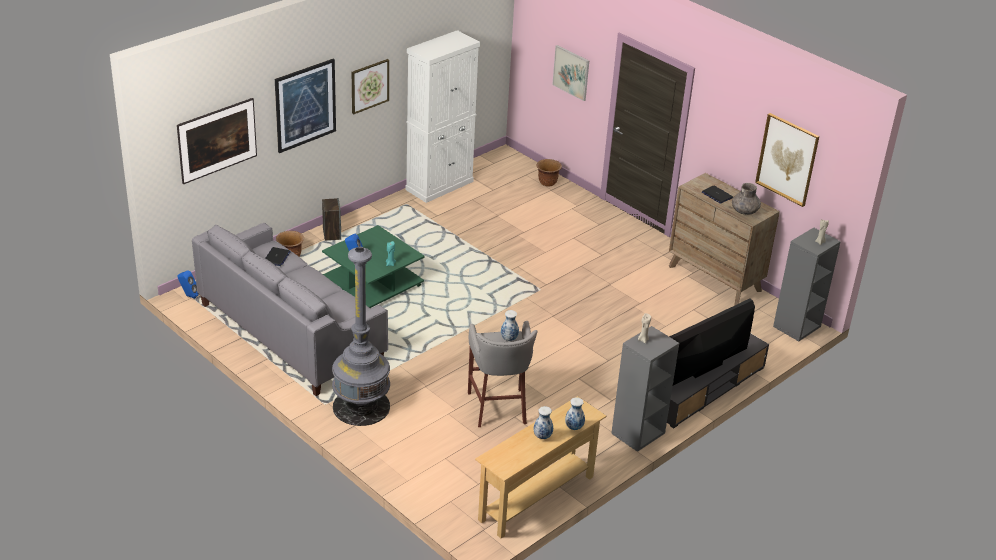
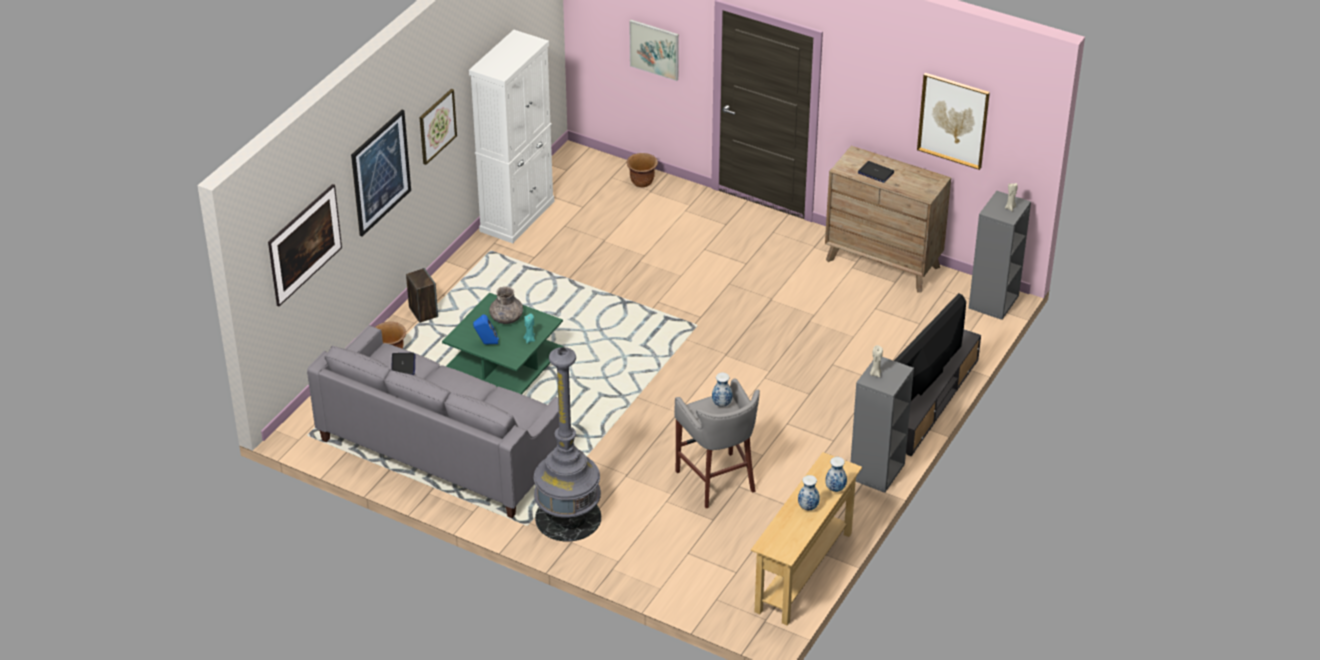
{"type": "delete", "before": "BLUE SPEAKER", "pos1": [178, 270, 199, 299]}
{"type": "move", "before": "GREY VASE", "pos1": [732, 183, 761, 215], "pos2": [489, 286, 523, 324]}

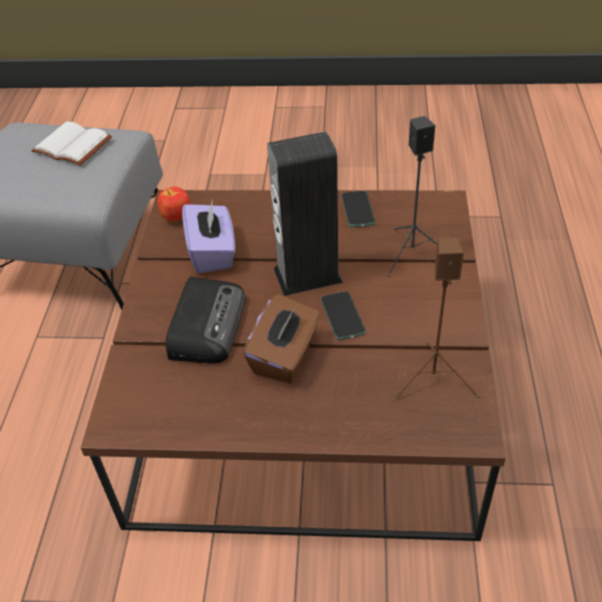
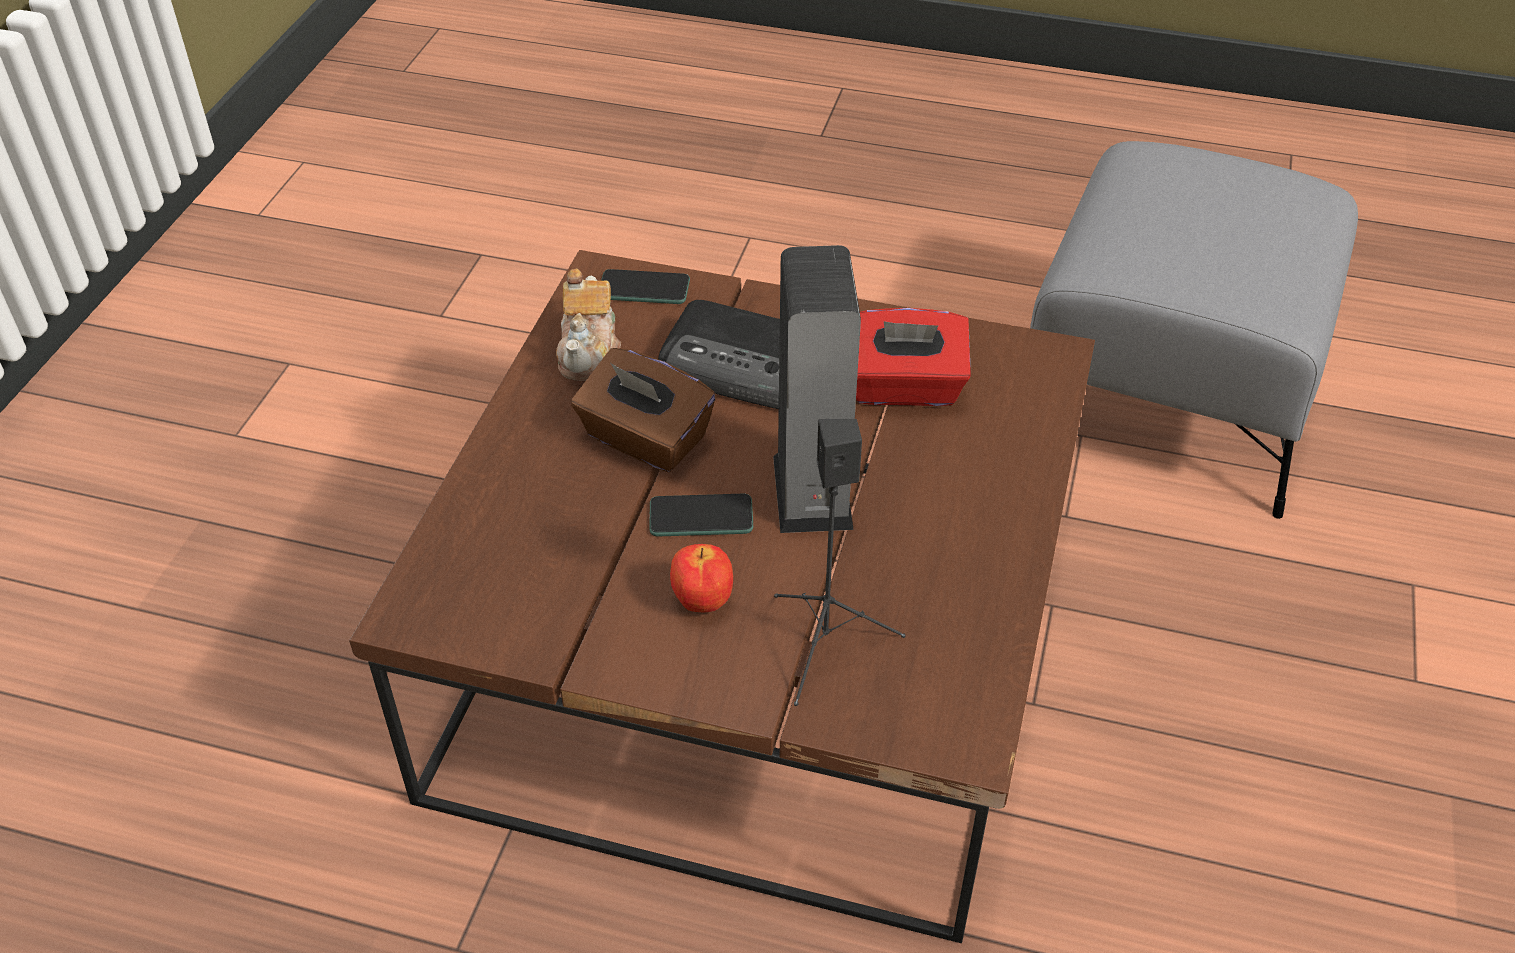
{"type": "delete", "before": "WHITE BOOK", "pos1": [31, 122, 112, 165]}
{"type": "move", "before": "APPLE", "pos1": [157, 186, 190, 222], "pos2": [670, 544, 733, 612]}
{"type": "recolor", "before": "PURPLE TISSUE BOX", "after": "RED TISSUE BOX", "pos1": [182, 199, 235, 273], "pos2": [856, 308, 971, 406]}
{"type": "move", "before": "PHONE", "pos1": [341, 191, 375, 227], "pos2": [601, 269, 690, 304]}
{"type": "delete", "before": "BROWN SPEAKER", "pos1": [393, 238, 480, 401]}
{"type": "insert", "after": "TEAPOT", "pos2": [556, 269, 621, 381]}

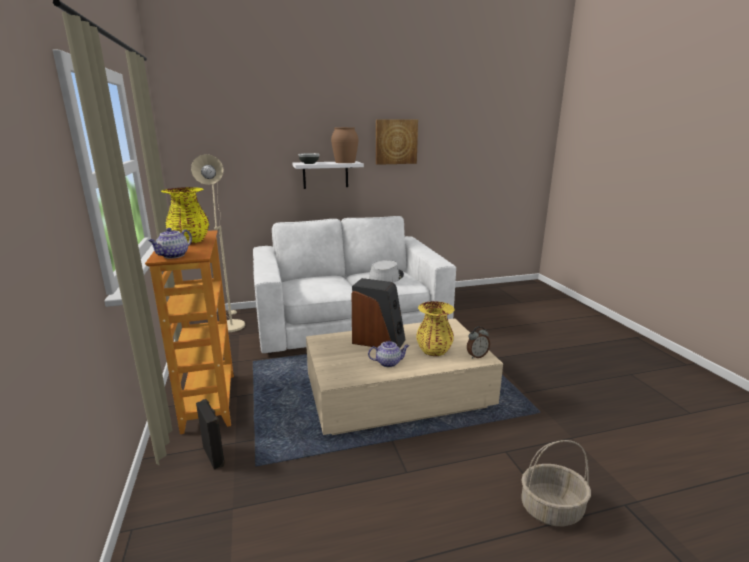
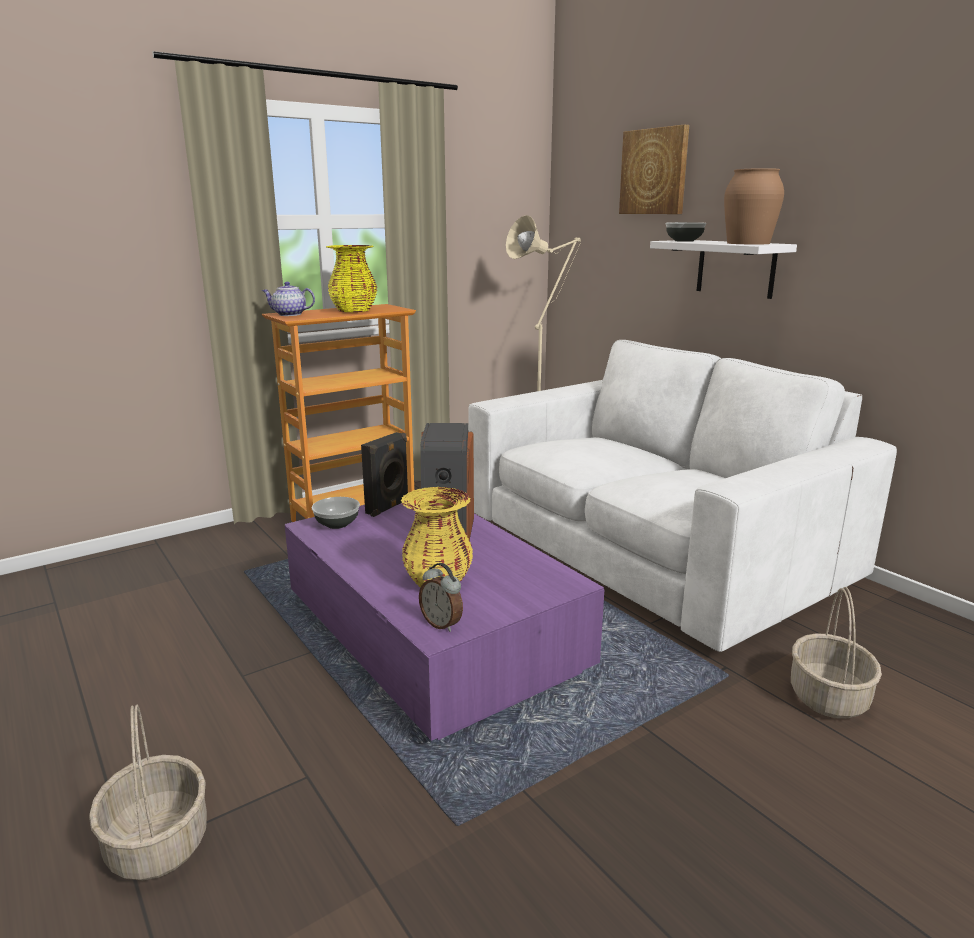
{"type": "move", "before": "BLACK SPEAKER", "pos1": [196, 399, 225, 470], "pos2": [361, 432, 408, 517]}
{"type": "recolor", "before": "BEIGE COFFEE TABLE", "after": "PURPLE COFFEE TABLE", "pos1": [306, 319, 503, 435], "pos2": [285, 503, 604, 741]}
{"type": "delete", "before": "TEAPOT", "pos1": [368, 341, 409, 367]}
{"type": "delete", "before": "GREY HAT", "pos1": [369, 260, 404, 283]}
{"type": "move", "before": "PICTURE", "pos1": [376, 120, 418, 165], "pos2": [619, 125, 689, 214]}
{"type": "insert", "after": "BOWL", "pos2": [312, 497, 360, 529]}
{"type": "insert", "after": "BASKET", "pos2": [791, 587, 882, 719]}

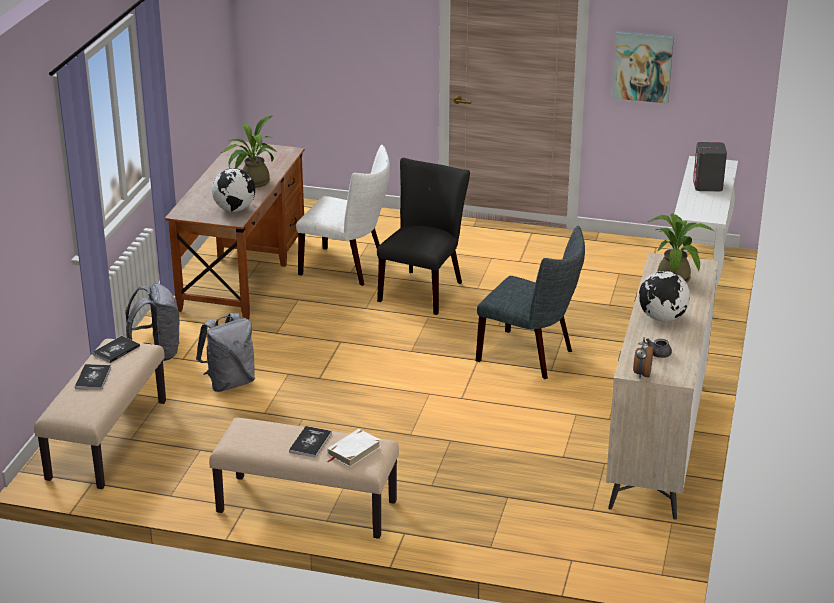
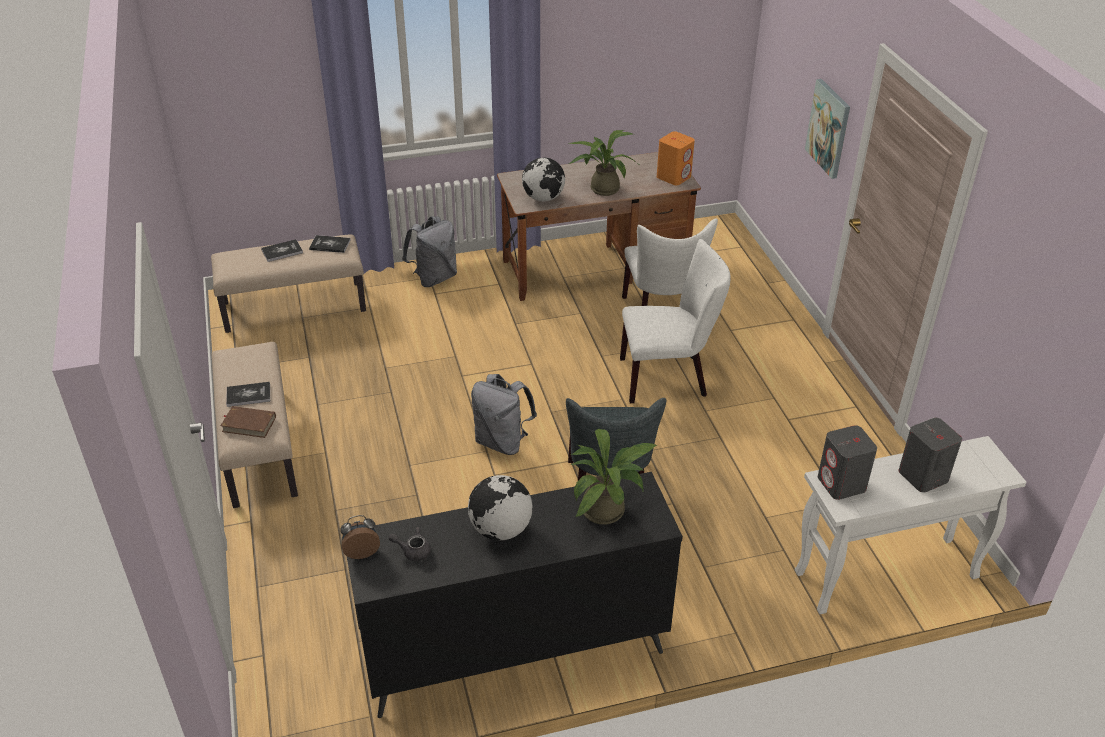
{"type": "move", "before": "GREY BACKPACK", "pos1": [196, 313, 255, 392], "pos2": [471, 374, 537, 455]}
{"type": "recolor", "before": "WHITE BOOK", "after": "BROWN BOOK", "pos1": [326, 429, 381, 467], "pos2": [221, 406, 276, 438]}
{"type": "recolor", "before": "BLACK CHAIR", "after": "WHITE CHAIR", "pos1": [377, 158, 470, 315], "pos2": [620, 239, 731, 403]}
{"type": "recolor", "before": "BEIGE DRESSER", "after": "BLACK DRESSER", "pos1": [606, 253, 718, 519], "pos2": [347, 472, 683, 718]}
{"type": "move", "before": "PICTURE", "pos1": [612, 31, 674, 104], "pos2": [805, 79, 850, 179]}
{"type": "insert", "after": "ORANGE SPEAKER", "pos2": [657, 131, 695, 185]}
{"type": "insert", "after": "GREY SPEAKER", "pos2": [818, 425, 877, 500]}

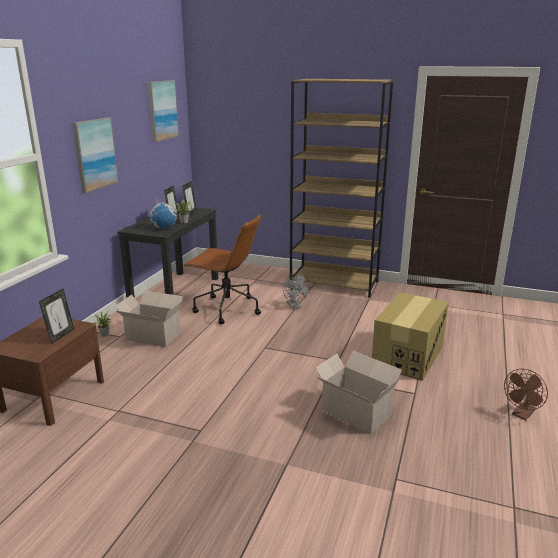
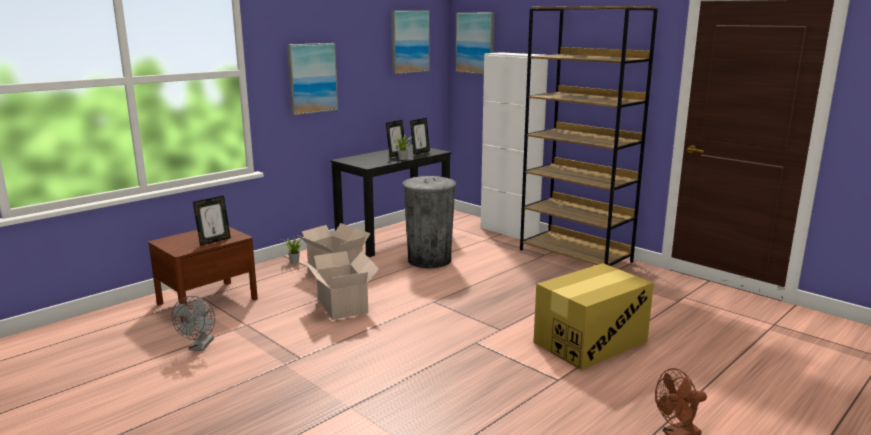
{"type": "delete", "before": "GLOBE", "pos1": [149, 196, 177, 229]}
{"type": "replace", "before": "BROWN OFFICE CHAIR", "after": "GREY TRASH CAN", "pos1": [183, 215, 261, 324], "pos2": [403, 176, 456, 268]}
{"type": "move", "before": "GREY FAN", "pos1": [283, 273, 310, 309], "pos2": [172, 296, 215, 351]}
{"type": "move", "before": "CARDBOARD BOX", "pos1": [316, 351, 402, 434], "pos2": [304, 251, 379, 320]}
{"type": "insert", "after": "PICTURE", "pos2": [456, 12, 495, 74]}
{"type": "insert", "after": "WHITE CABINET", "pos2": [481, 52, 548, 240]}

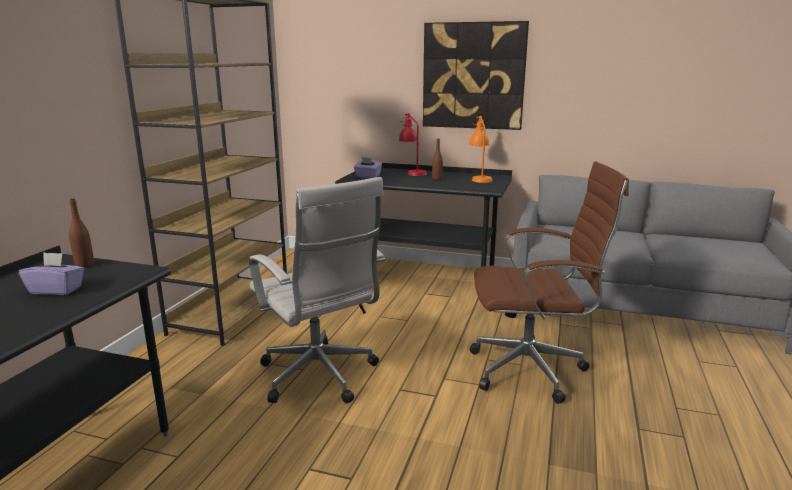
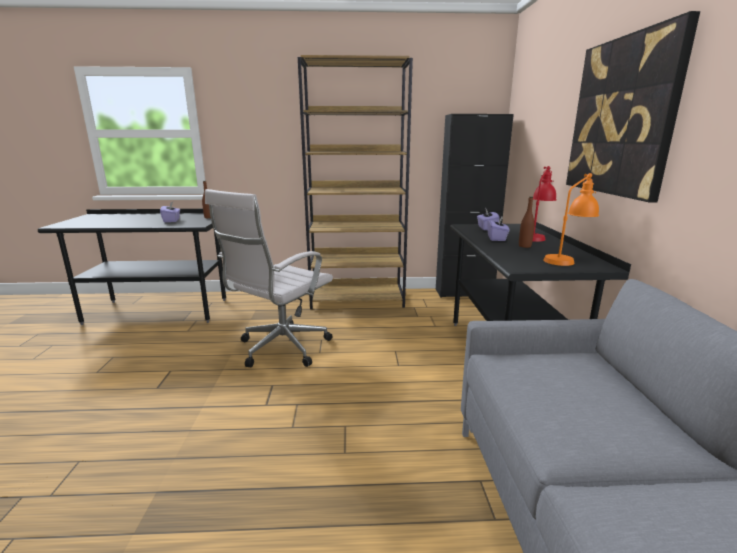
{"type": "delete", "before": "BROWN OFFICE CHAIR", "pos1": [470, 162, 629, 404]}
{"type": "insert", "after": "BLACK CABINET", "pos2": [436, 114, 514, 298]}
{"type": "insert", "after": "PURPLE TISSUE BOX", "pos2": [487, 216, 509, 241]}

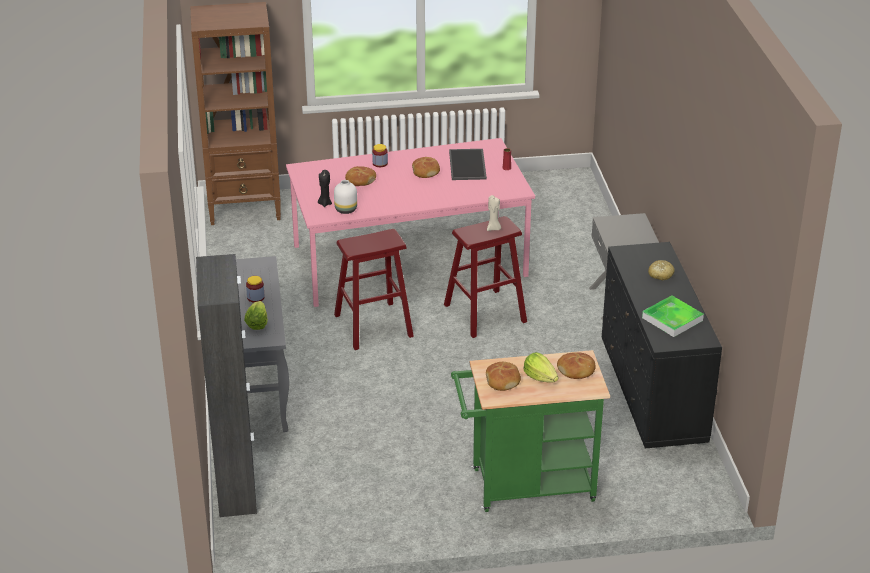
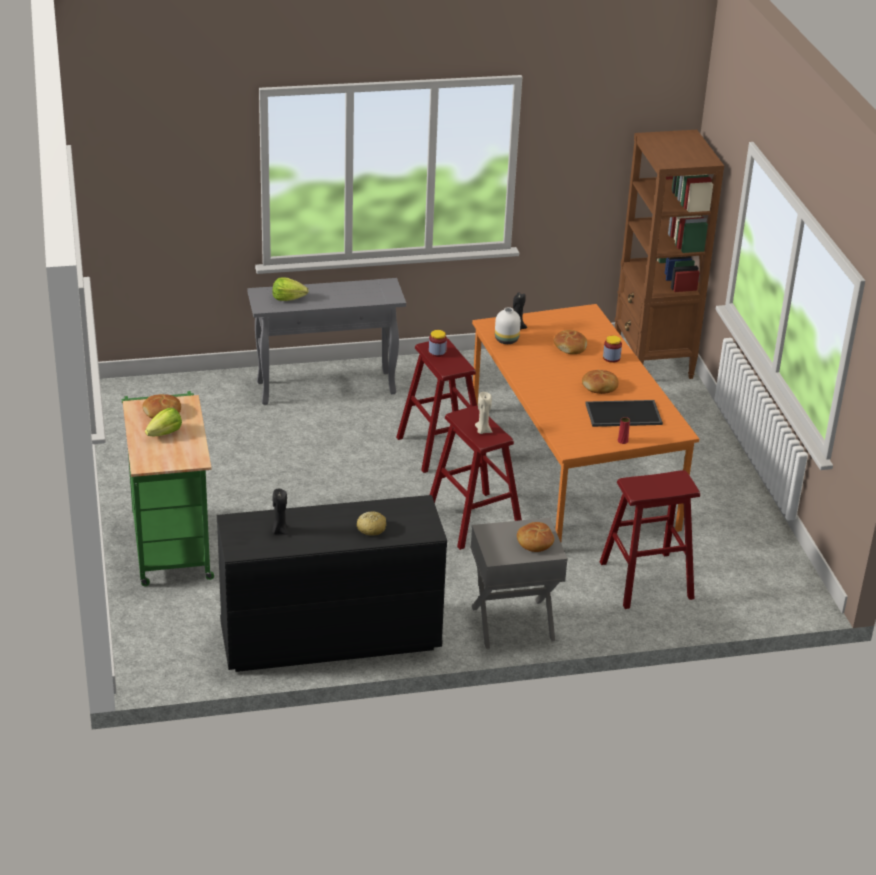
{"type": "delete", "before": "BLACK CABINET", "pos1": [196, 254, 257, 517]}
{"type": "move", "before": "JAR", "pos1": [246, 276, 265, 303], "pos2": [429, 330, 447, 357]}
{"type": "recolor", "before": "PINK DINING TABLE", "after": "ORANGE DINING TABLE", "pos1": [286, 138, 535, 307], "pos2": [472, 304, 699, 542]}
{"type": "move", "before": "BREAD", "pos1": [557, 352, 596, 379], "pos2": [517, 522, 554, 552]}
{"type": "replace", "before": "TRAY", "after": "BLACK CANDLE", "pos1": [642, 296, 704, 337], "pos2": [272, 489, 288, 535]}
{"type": "insert", "after": "RED STOOL", "pos2": [600, 470, 700, 609]}

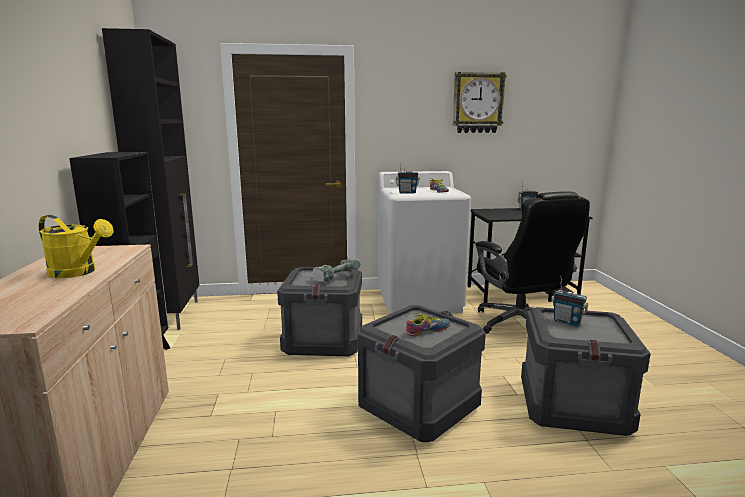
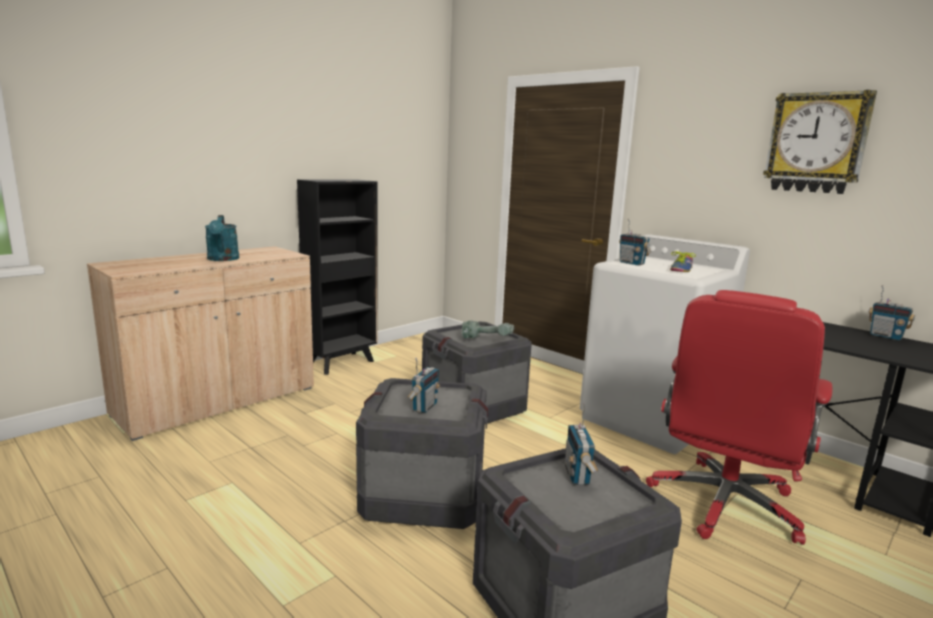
{"type": "recolor", "before": "YELLOW WATERING CAN", "after": "TURQUOISE WATERING CAN", "pos1": [39, 215, 113, 278], "pos2": [205, 215, 239, 261]}
{"type": "delete", "before": "BLACK CABINET", "pos1": [102, 28, 199, 330]}
{"type": "replace", "before": "SHOE", "after": "RADIO", "pos1": [406, 313, 451, 336], "pos2": [407, 357, 440, 413]}
{"type": "recolor", "before": "BLACK OFFICE CHAIR", "after": "RED OFFICE CHAIR", "pos1": [475, 191, 590, 334], "pos2": [646, 290, 832, 545]}

